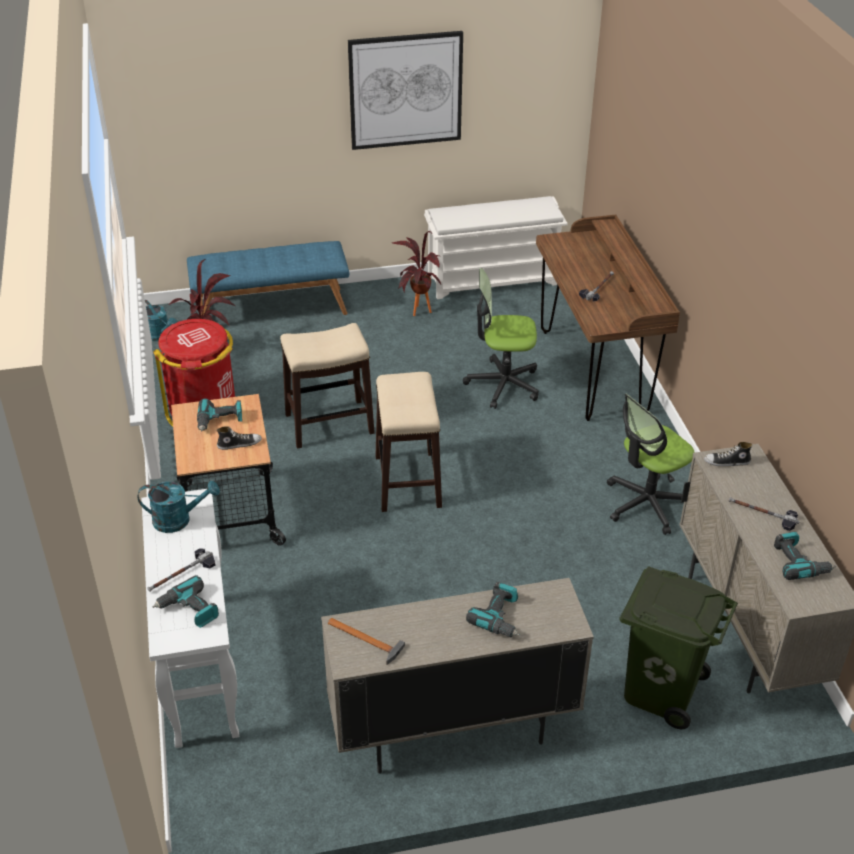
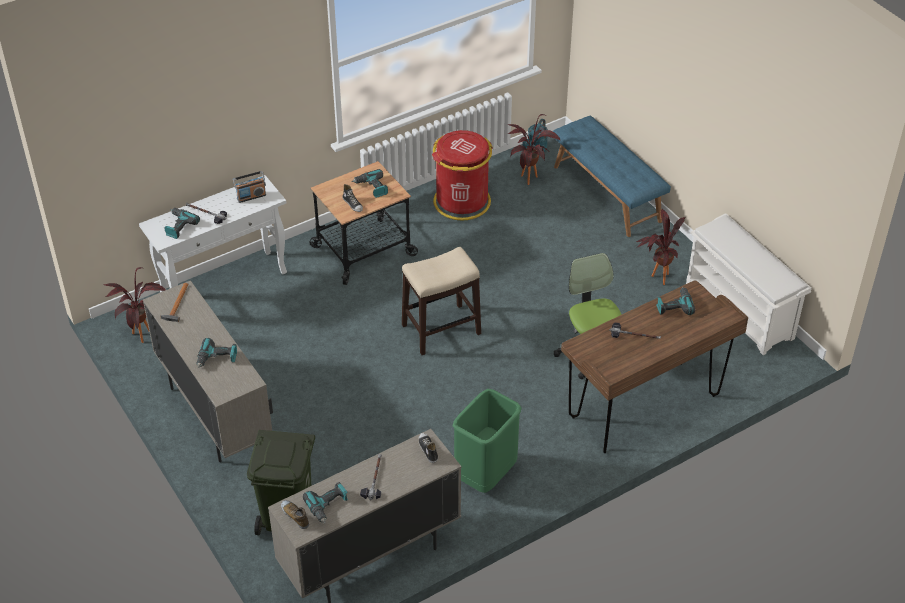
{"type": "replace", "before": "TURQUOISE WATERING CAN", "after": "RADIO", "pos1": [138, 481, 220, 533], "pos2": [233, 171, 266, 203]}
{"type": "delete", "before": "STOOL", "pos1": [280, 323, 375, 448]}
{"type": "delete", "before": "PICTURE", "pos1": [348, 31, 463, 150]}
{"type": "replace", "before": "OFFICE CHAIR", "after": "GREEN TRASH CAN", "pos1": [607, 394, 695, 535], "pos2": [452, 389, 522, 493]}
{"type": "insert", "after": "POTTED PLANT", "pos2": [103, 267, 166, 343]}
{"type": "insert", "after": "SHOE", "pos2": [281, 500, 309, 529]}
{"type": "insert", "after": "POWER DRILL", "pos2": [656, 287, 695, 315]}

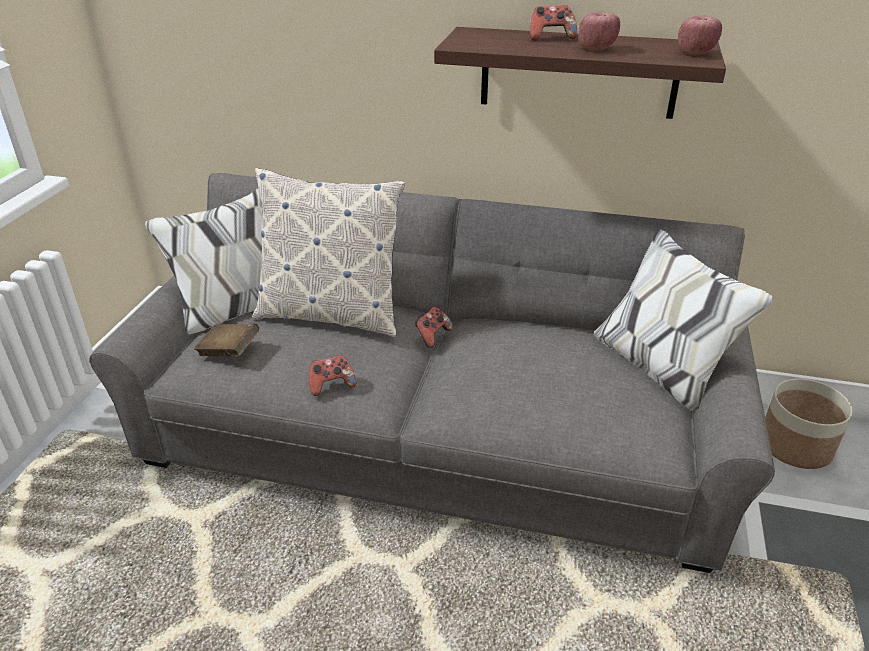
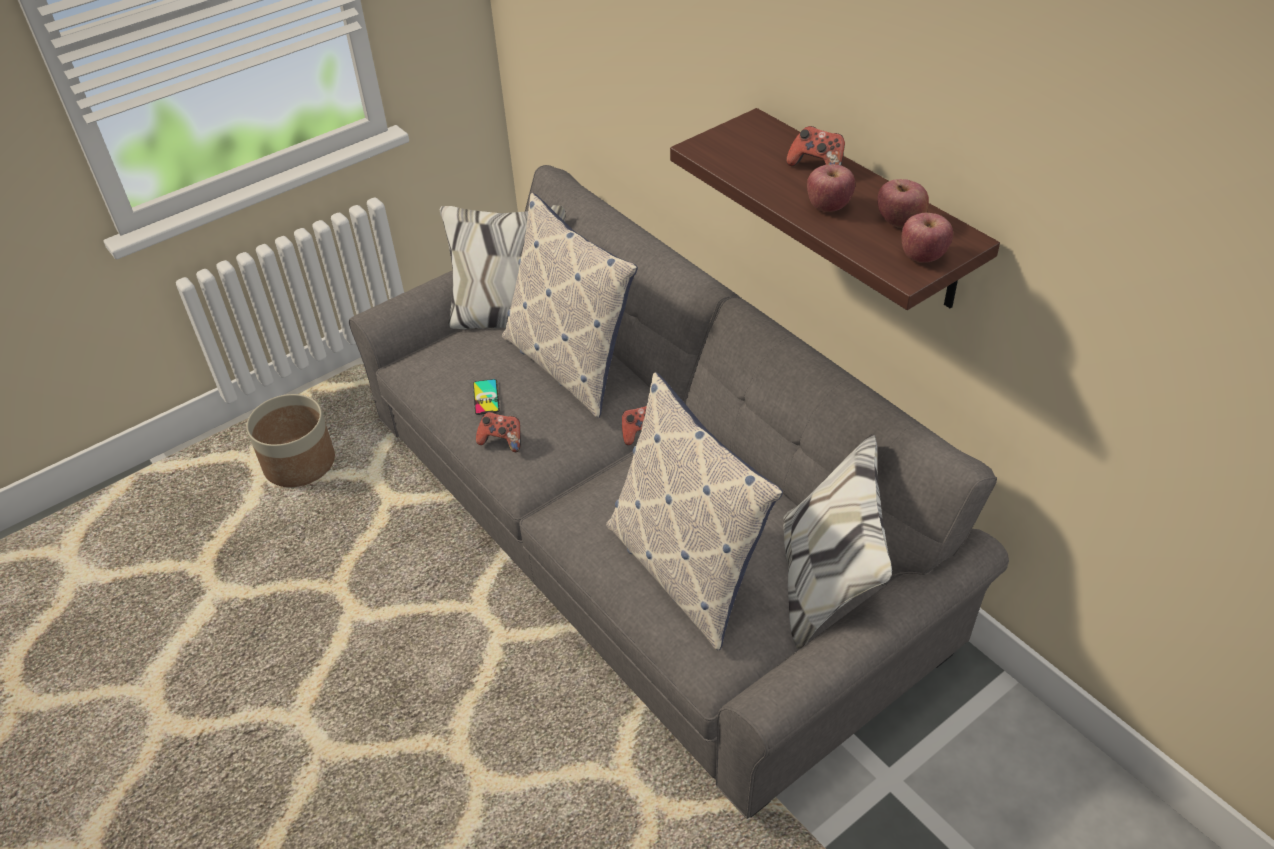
{"type": "delete", "before": "BROWN BOOK", "pos1": [194, 324, 259, 357]}
{"type": "move", "before": "PLANTER", "pos1": [765, 379, 853, 469], "pos2": [246, 394, 335, 487]}
{"type": "insert", "after": "PHONE", "pos2": [473, 379, 500, 415]}
{"type": "insert", "after": "PILLOW", "pos2": [606, 372, 783, 651]}
{"type": "insert", "after": "APPLE", "pos2": [878, 179, 929, 228]}

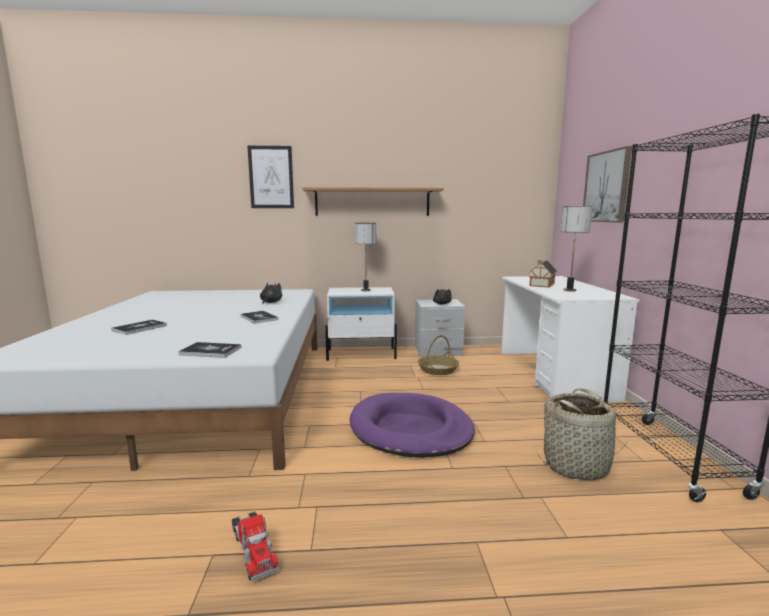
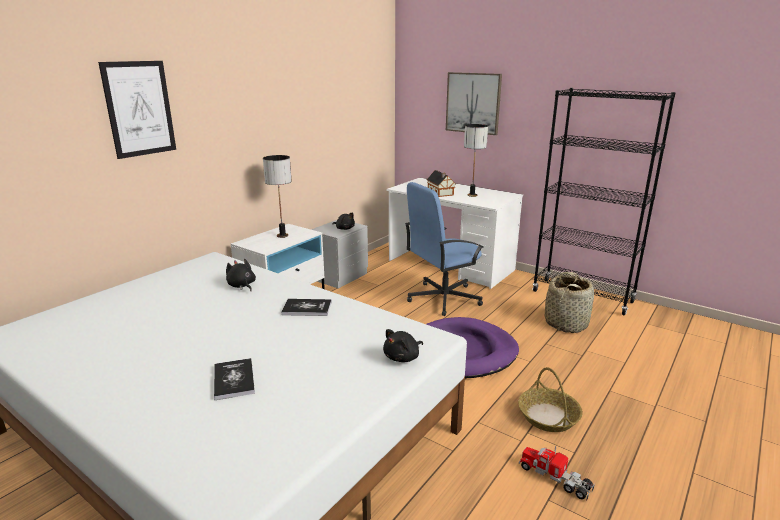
{"type": "replace", "before": "BOOK", "after": "BLACK PLUSH TOY", "pos1": [178, 342, 241, 358], "pos2": [383, 329, 423, 362]}
{"type": "rotate", "before": "TOY TRUCK", "pos1": [232, 511, 279, 582], "pos2": [519, 446, 595, 501], "turn": -150}
{"type": "delete", "before": "SHELF", "pos1": [302, 187, 443, 216]}
{"type": "move", "before": "BASKET", "pos1": [418, 335, 459, 375], "pos2": [518, 367, 583, 432]}
{"type": "insert", "after": "BLUE OFFICE CHAIR", "pos2": [405, 182, 484, 316]}

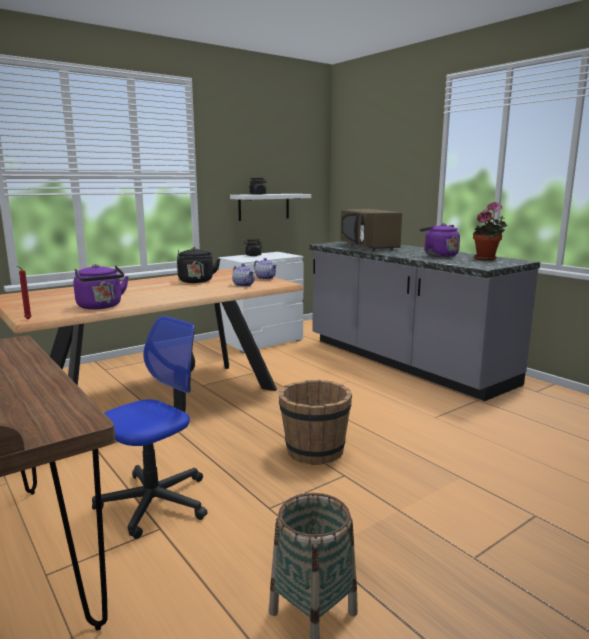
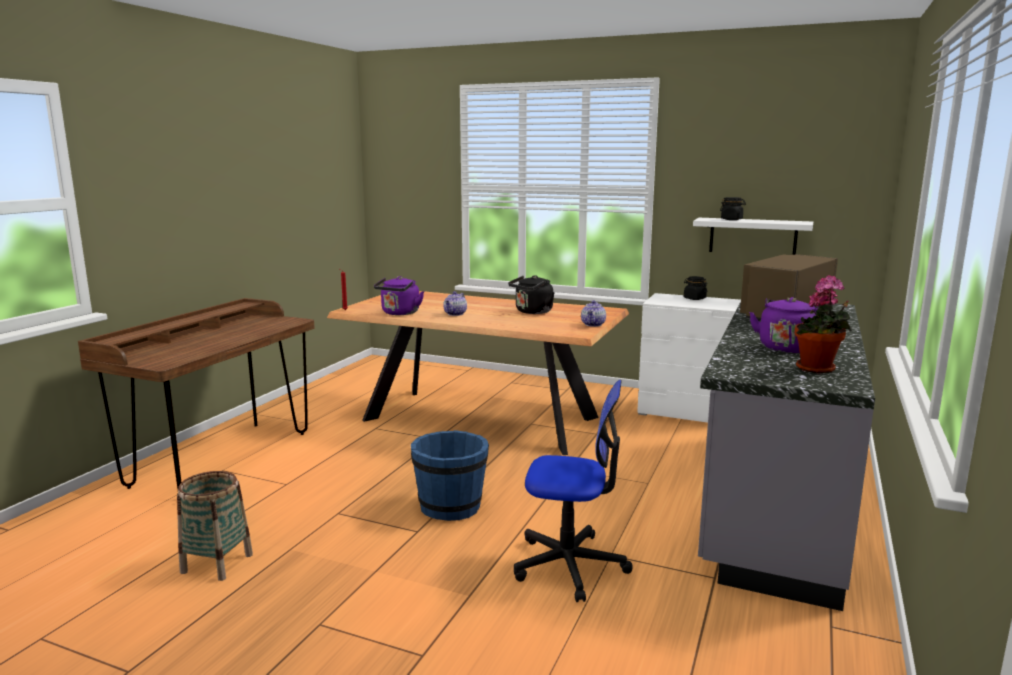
{"type": "move", "before": "OFFICE CHAIR", "pos1": [92, 316, 208, 539], "pos2": [514, 380, 633, 602]}
{"type": "move", "before": "TEAPOT", "pos1": [232, 263, 255, 287], "pos2": [443, 291, 467, 316]}
{"type": "recolor", "before": "BROWN BUCKET", "after": "BLUE BUCKET", "pos1": [279, 380, 352, 465], "pos2": [411, 430, 489, 521]}

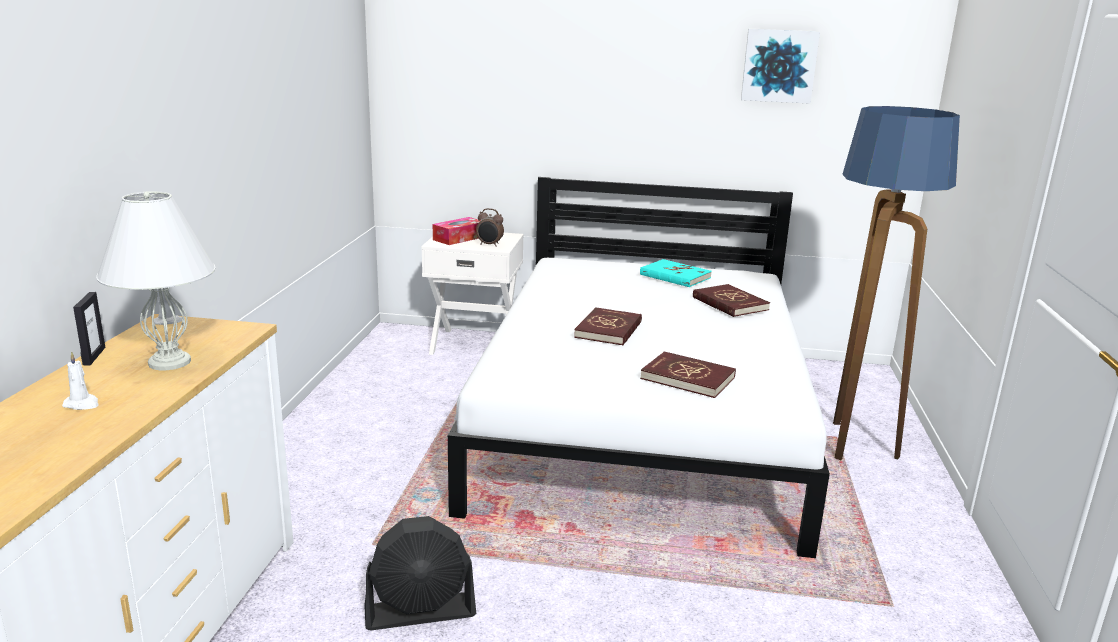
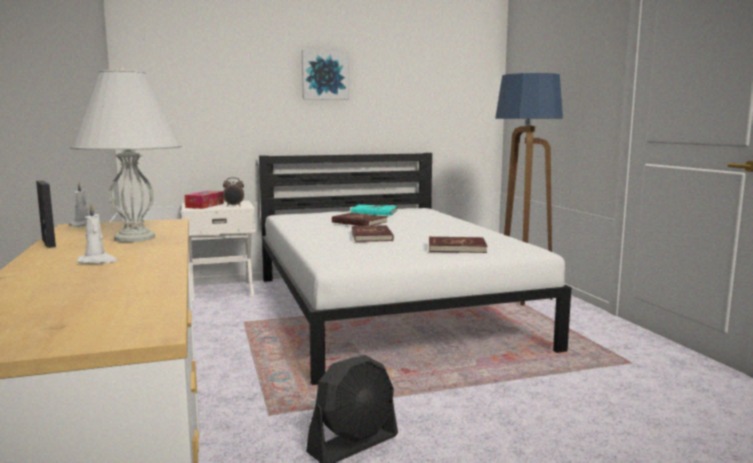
{"type": "move", "before": "RED BOOK", "pos1": [693, 284, 770, 317], "pos2": [332, 213, 387, 226]}
{"type": "move", "before": "PICTURE", "pos1": [741, 29, 820, 104], "pos2": [302, 50, 349, 100]}

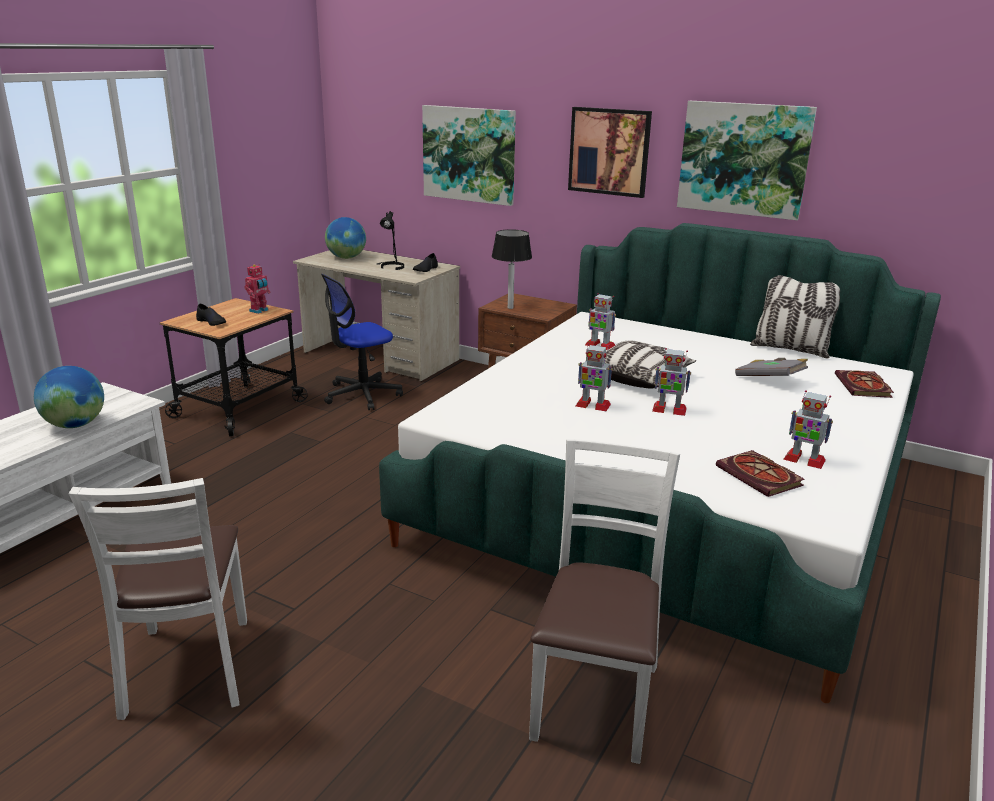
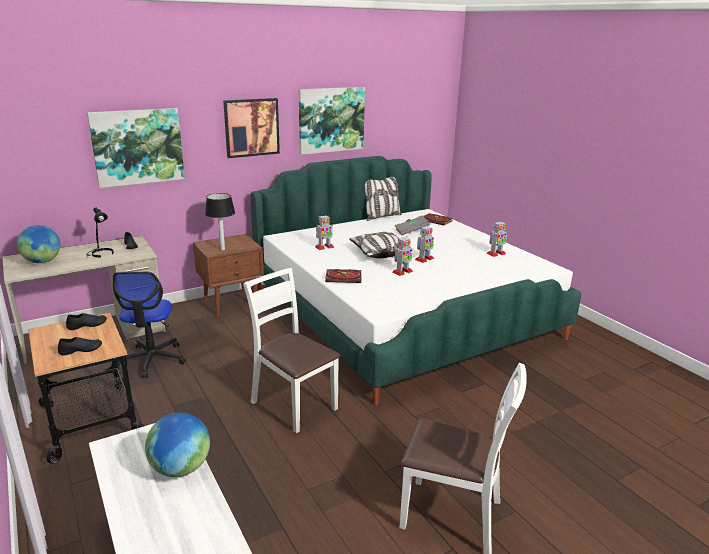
{"type": "replace", "before": "TOY ROBOT", "after": "BLACK SHOE", "pos1": [244, 264, 271, 314], "pos2": [66, 313, 107, 330]}
{"type": "move", "before": "WHITE CHAIR", "pos1": [529, 439, 680, 764], "pos2": [243, 268, 340, 433]}
{"type": "move", "before": "BOOK", "pos1": [716, 450, 805, 497], "pos2": [325, 269, 361, 283]}

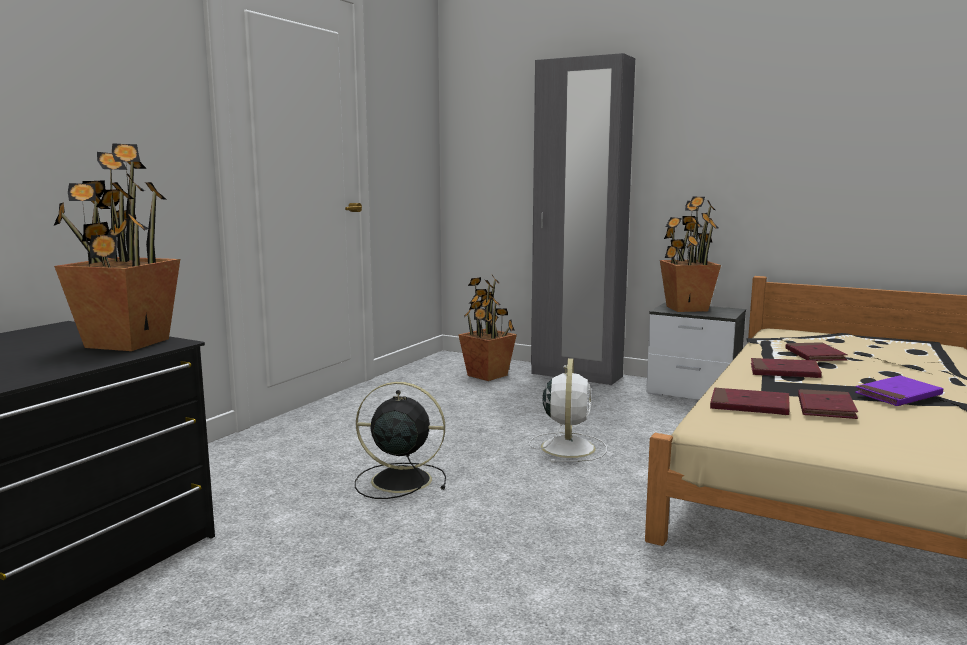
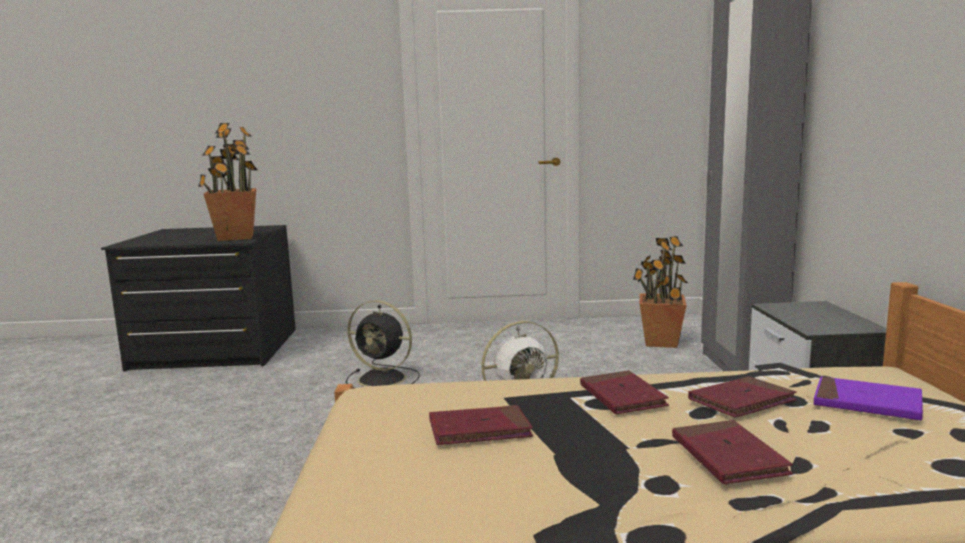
{"type": "rotate", "before": "BLACK FAN", "pos1": [355, 382, 446, 499], "pos2": [346, 300, 420, 388], "turn": 135}
{"type": "delete", "before": "POTTED PLANT", "pos1": [660, 196, 721, 312]}
{"type": "move", "before": "RED BOOK", "pos1": [710, 388, 790, 415], "pos2": [672, 420, 793, 484]}
{"type": "move", "before": "PURPLE BOOK", "pos1": [855, 376, 943, 406], "pos2": [814, 376, 923, 420]}

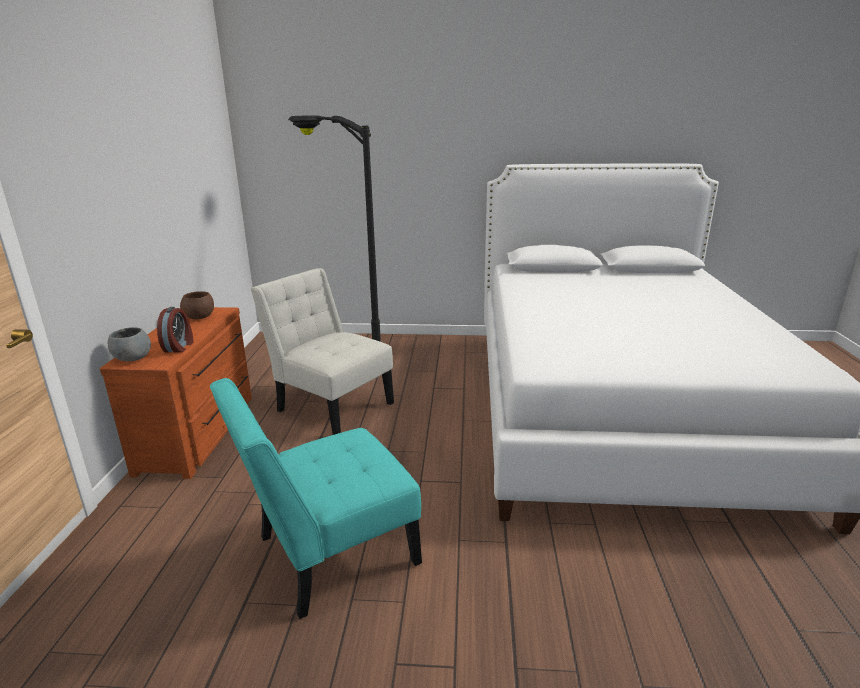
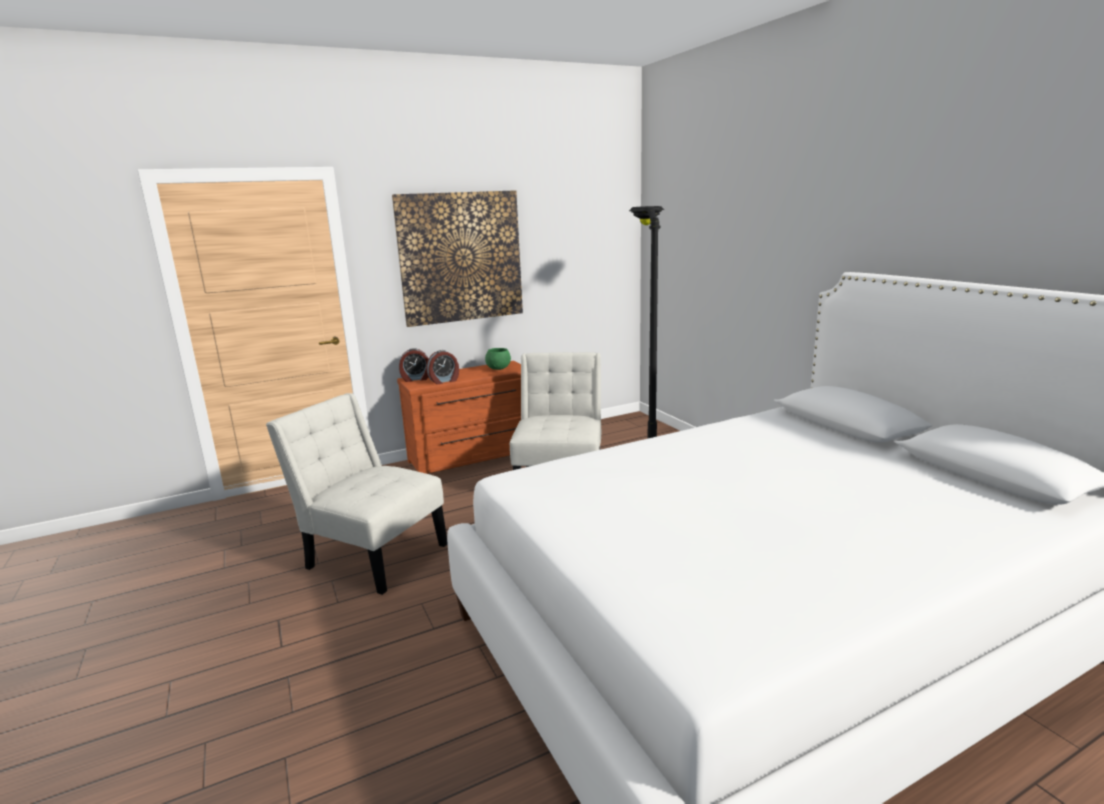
{"type": "replace", "before": "GREY BOWL", "after": "ALARM CLOCK", "pos1": [108, 327, 151, 361], "pos2": [399, 348, 428, 382]}
{"type": "recolor", "before": "BROWN BOWL", "after": "GREEN BOWL", "pos1": [180, 291, 214, 319], "pos2": [485, 348, 511, 370]}
{"type": "recolor", "before": "TURQUOISE CHAIR", "after": "WHITE CHAIR", "pos1": [210, 378, 422, 619], "pos2": [266, 393, 448, 595]}
{"type": "insert", "after": "PICTURE", "pos2": [392, 190, 523, 327]}

